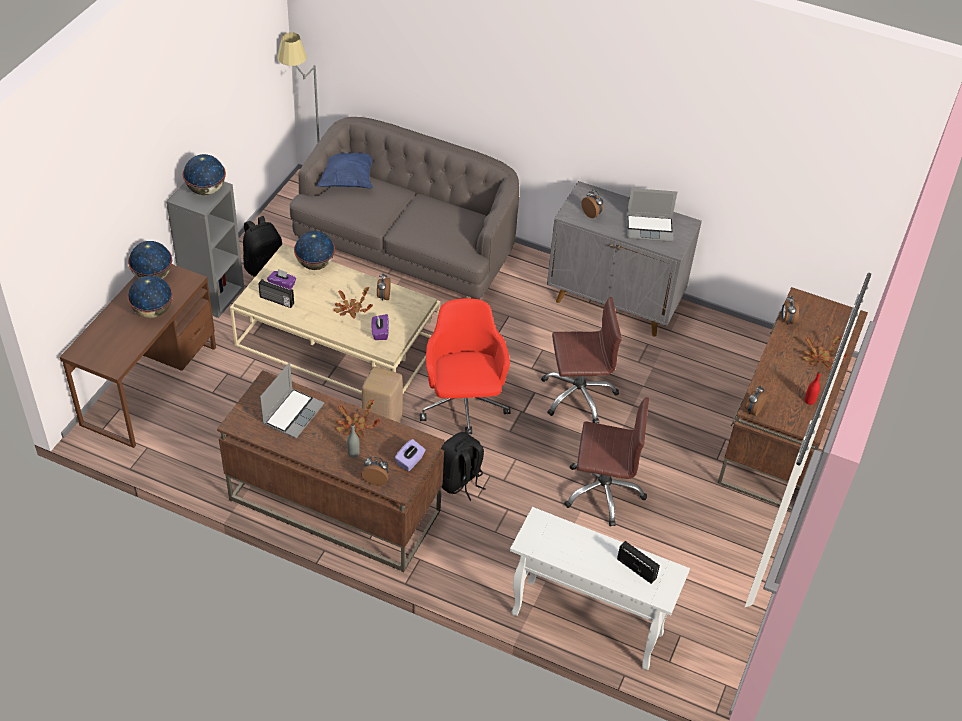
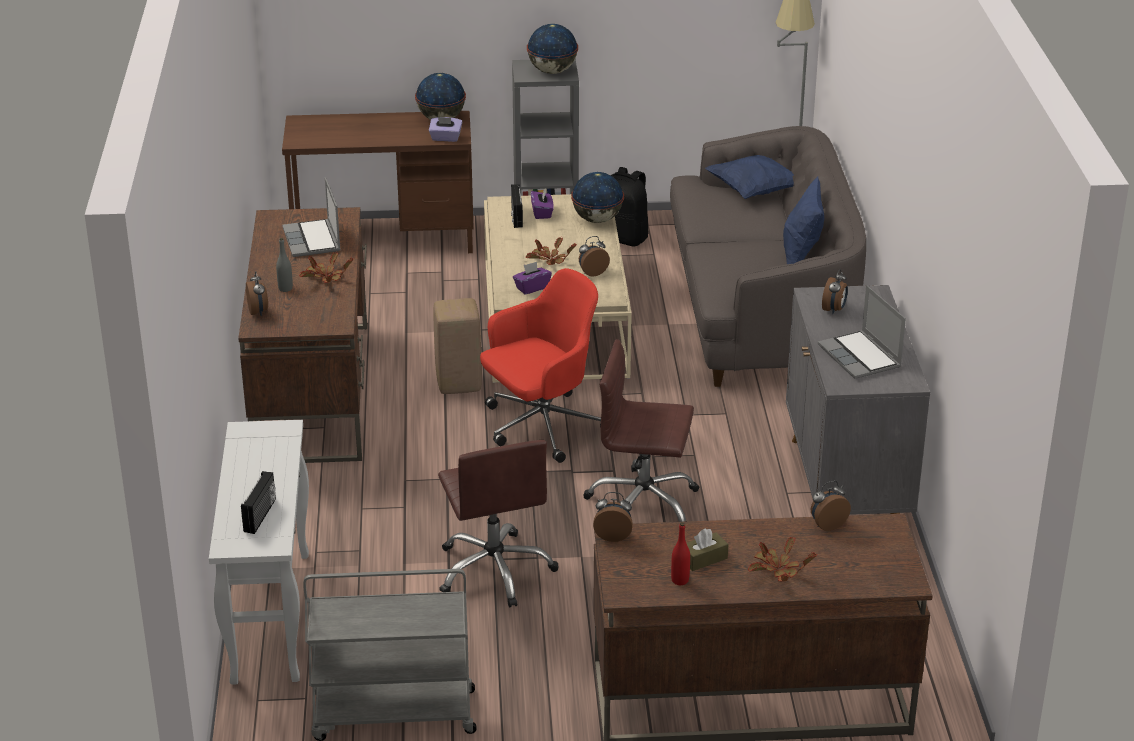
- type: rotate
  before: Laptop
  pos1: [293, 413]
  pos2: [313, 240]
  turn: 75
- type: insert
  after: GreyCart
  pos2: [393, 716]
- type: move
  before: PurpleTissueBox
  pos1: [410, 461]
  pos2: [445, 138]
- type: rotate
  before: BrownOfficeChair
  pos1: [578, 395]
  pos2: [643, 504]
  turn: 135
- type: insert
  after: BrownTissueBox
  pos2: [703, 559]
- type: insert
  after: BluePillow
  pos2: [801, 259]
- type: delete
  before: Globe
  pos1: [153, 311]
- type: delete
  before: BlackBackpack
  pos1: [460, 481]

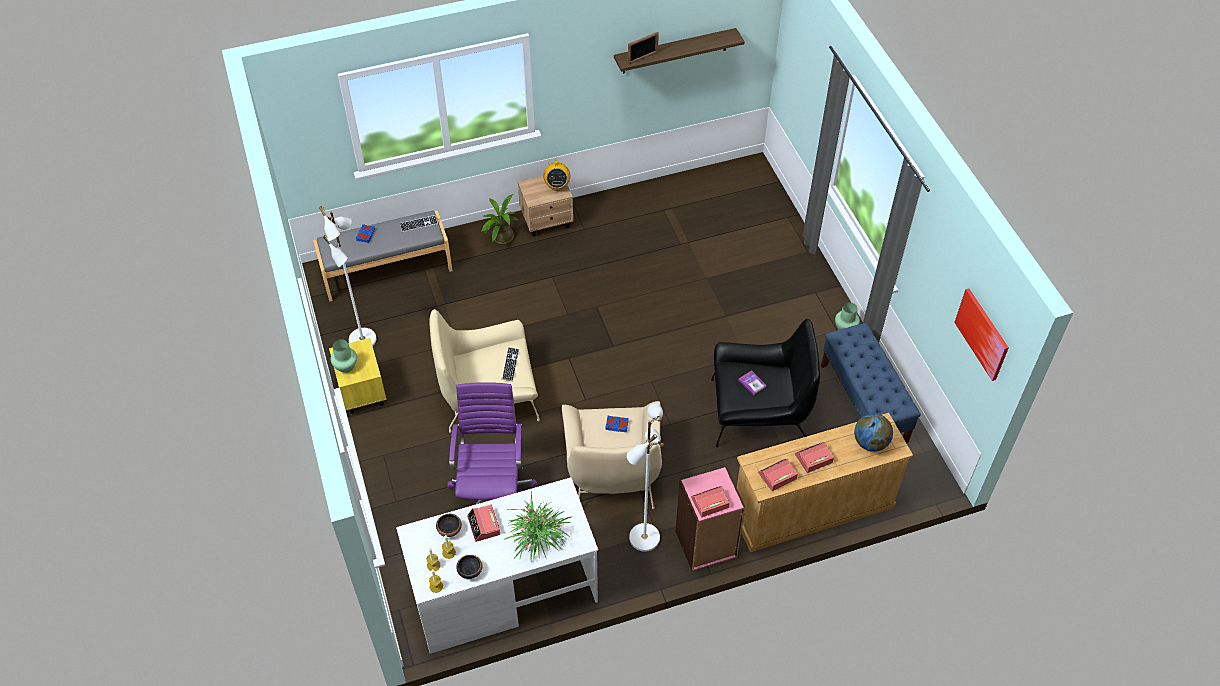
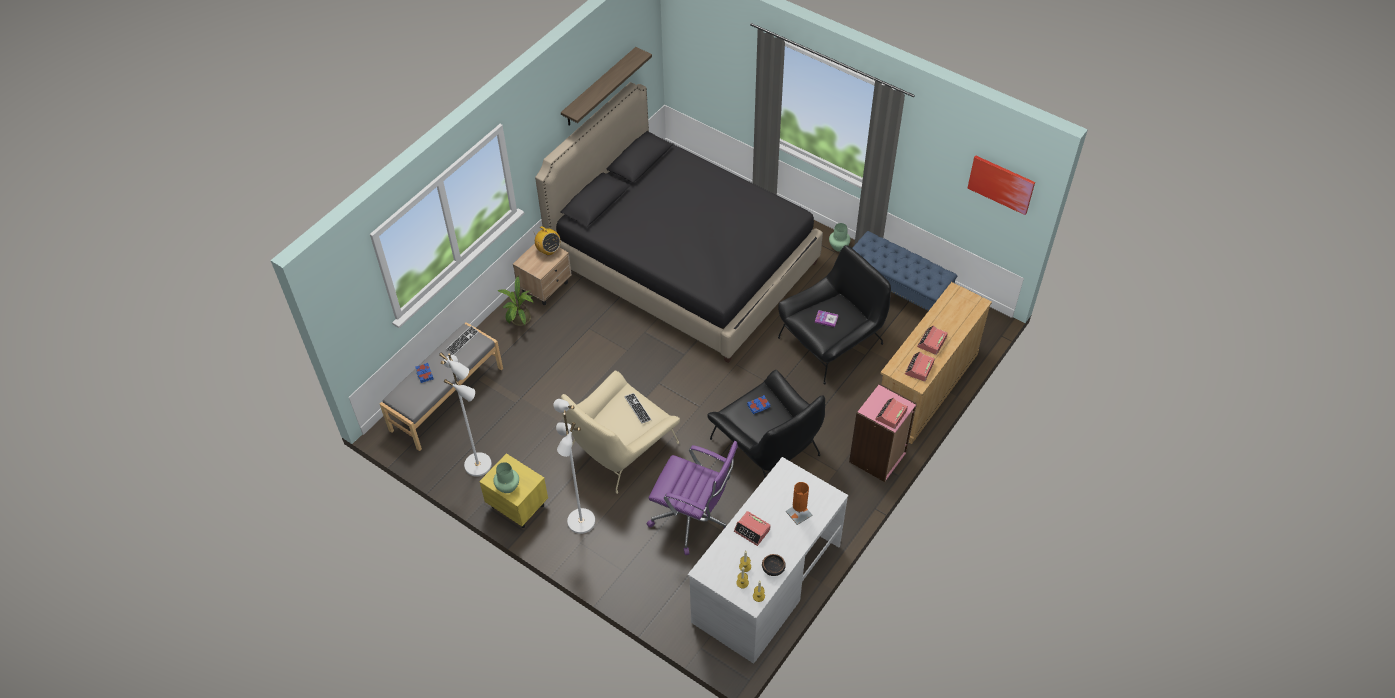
- type: insert
  after: BlackBed
  pos2: [683, 263]
- type: move
  before: WhiteFloorLamp
  pos1: [643, 537]
  pos2: [580, 521]
- type: rotate
  before: PurpleOfficeChair
  pos1: [492, 494]
  pos2: [693, 518]
  turn: 150
- type: recolor
  before: BeigeArmchair
  after: BlackArmchair
  pos1: [612, 470]
  pos2: [766, 446]
- type: replace
  before: PottedPlant
  after: OrangeTableLamp
  pos1: [538, 537]
  pos2: [799, 513]
- type: delete
  before: Bowl
  pos1: [450, 530]
- type: delete
  before: PictureFrame
  pos1: [643, 58]
- type: delete
  before: Globe
  pos1: [870, 443]

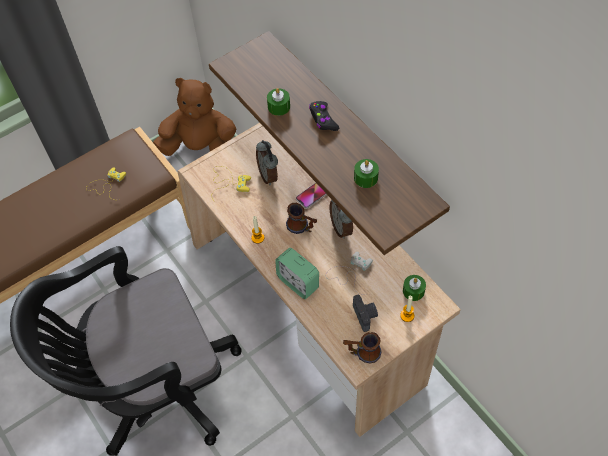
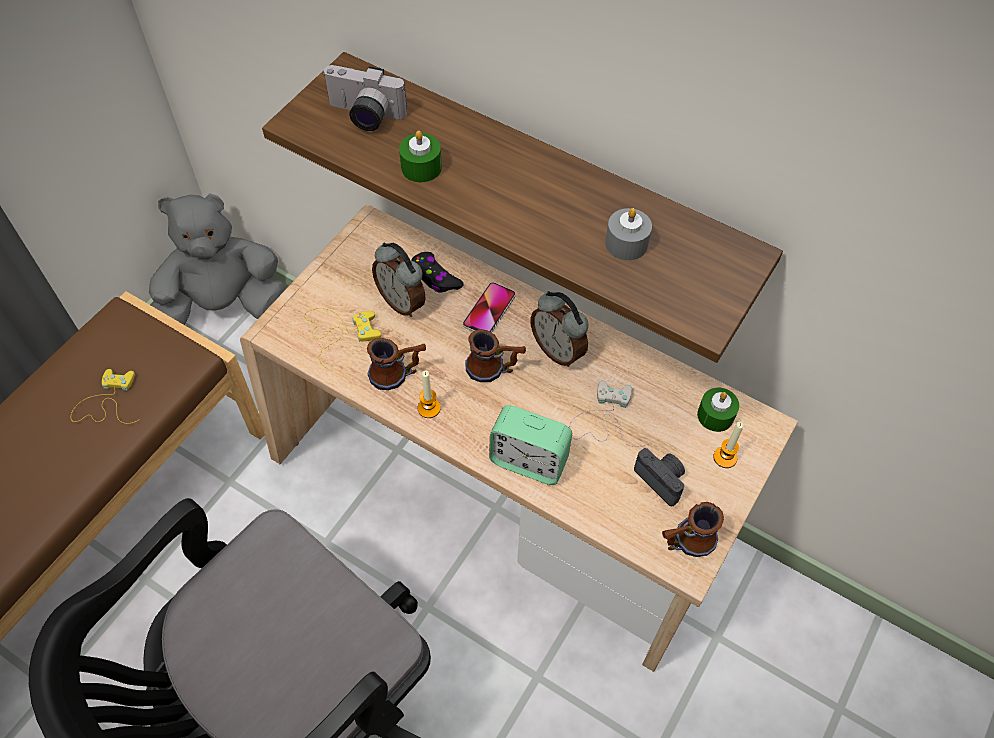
- type: recolor
  before: BrownPlushToy
  after: GreyPlushToy
  pos1: [201, 148]
  pos2: [223, 305]
- type: insert
  after: PhotoCamera
  pos2: [364, 116]
- type: insert
  after: Mug
  pos2: [398, 374]
- type: move
  before: BlackGameController
  pos1: [323, 119]
  pos2: [435, 277]
- type: recolor
  before: GreenCandle
  after: GreyCandle
  pos1: [366, 178]
  pos2: [626, 243]

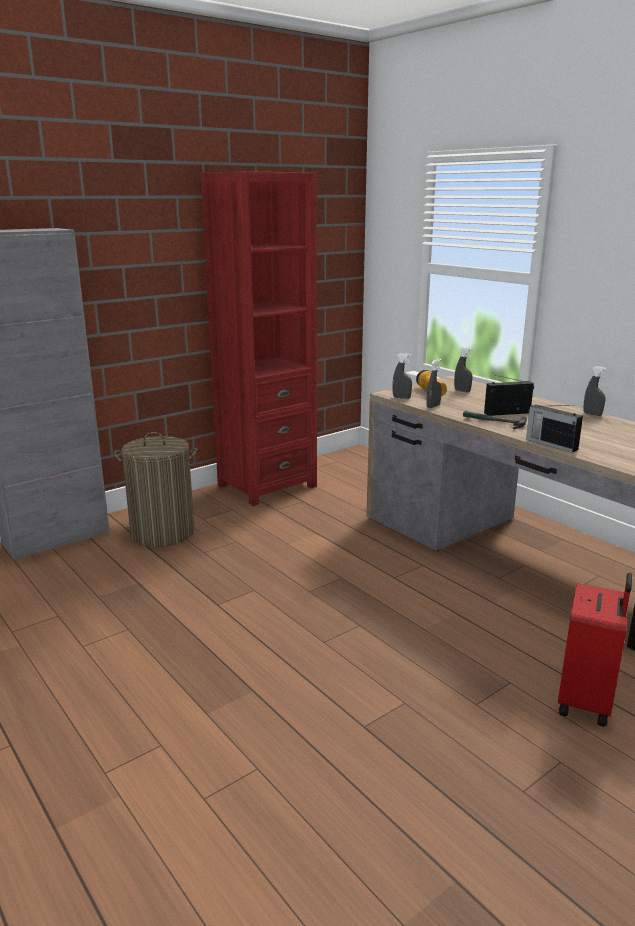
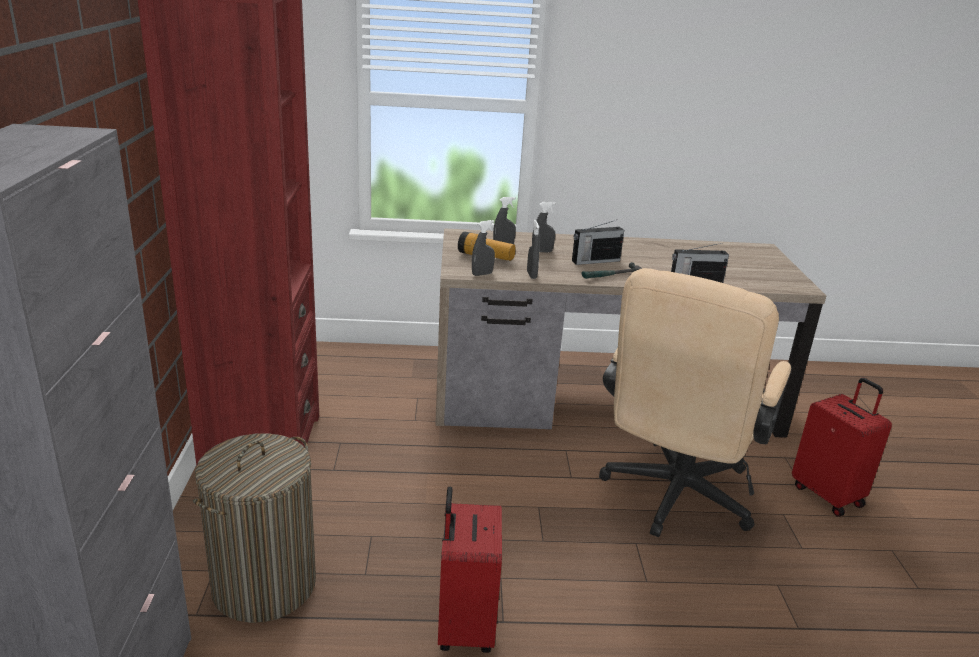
- type: insert
  after: RedSuitcase
  pos2: [463, 627]
- type: move
  before: GreySprayBottle
  pos1: [592, 414]
  pos2: [542, 251]
- type: rotate
  before: Radio
  pos1: [508, 413]
  pos2: [594, 261]
  turn: -135
- type: insert
  after: BeigeOfficeChair
  pos2: [673, 499]

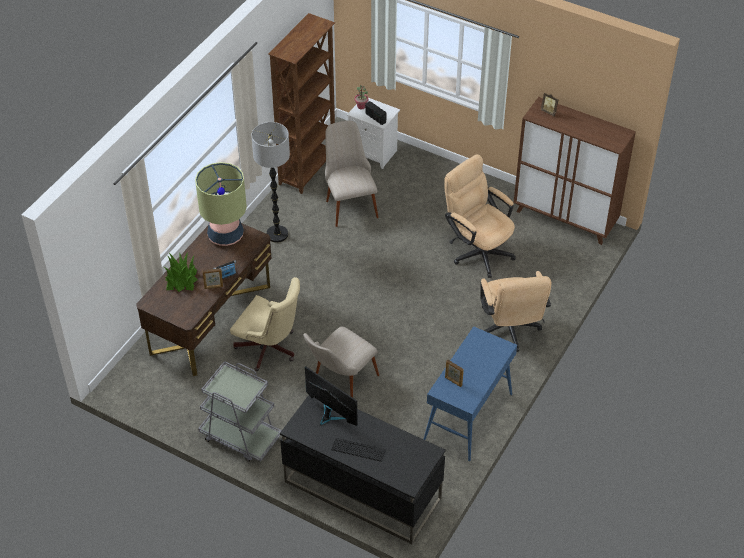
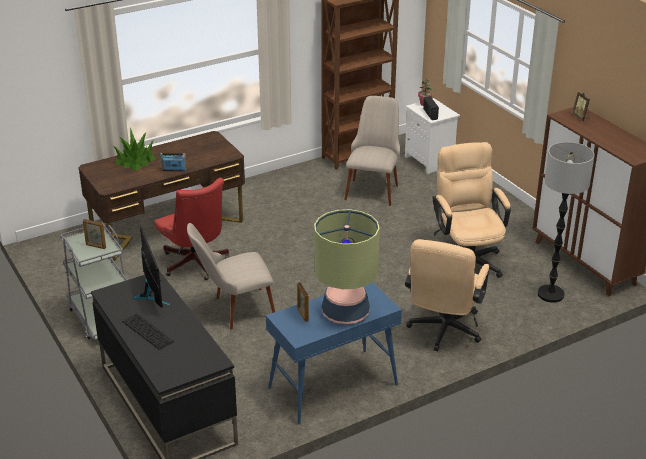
- type: move
  before: PictureFrame
  pos1: [213, 287]
  pos2: [95, 246]
- type: recolor
  before: BeigeOfficeChair
  after: RedOfficeChair
  pos1: [270, 349]
  pos2: [195, 265]
- type: move
  before: TableLamp
  pos1: [225, 235]
  pos2: [345, 313]
- type: move
  before: FloorLamp
  pos1: [277, 234]
  pos2: [550, 294]

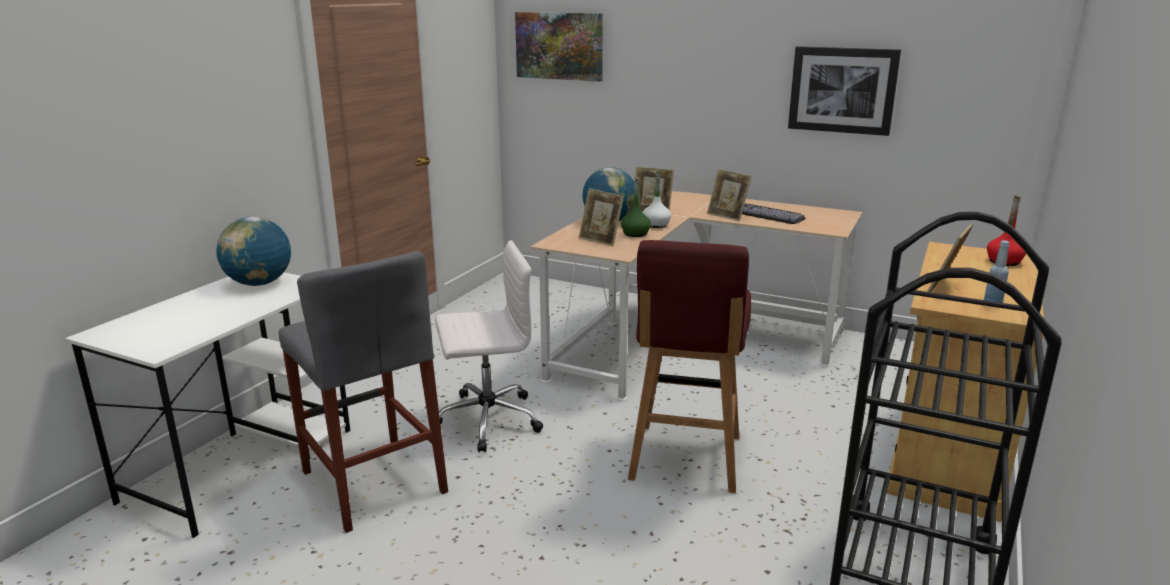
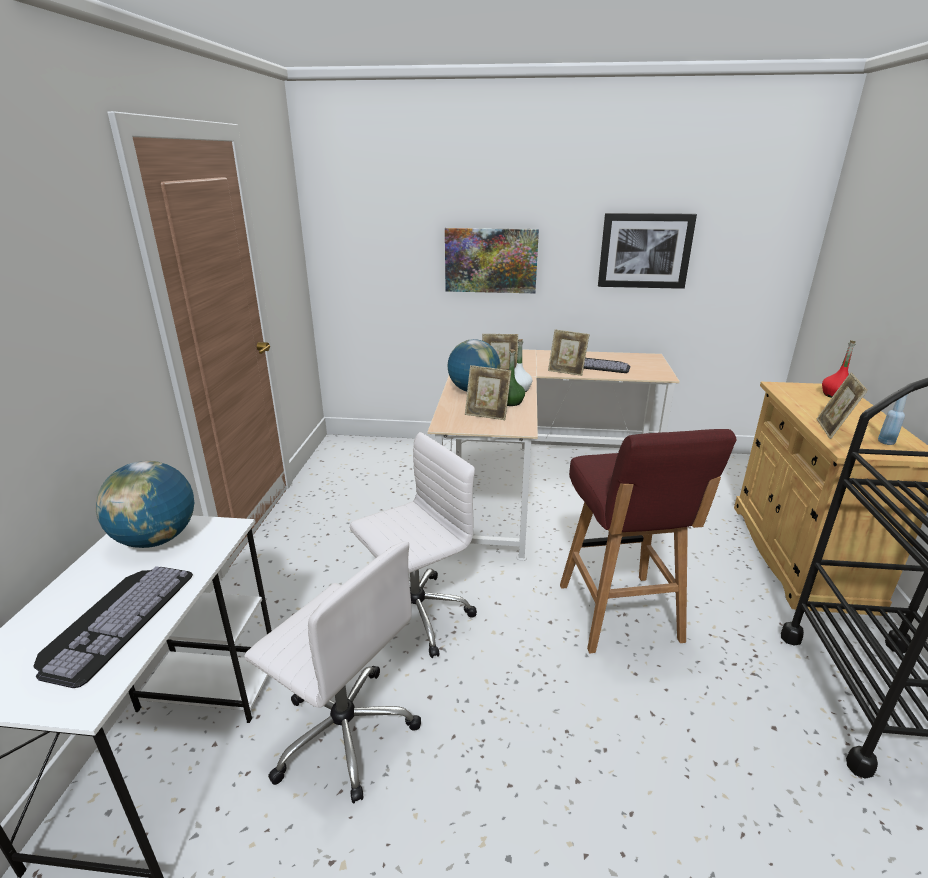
- type: insert
  after: Keyboard
  pos2: [115, 618]
- type: replace
  before: GreyStool
  after: WhiteOfficeChair
  pos1: [373, 482]
  pos2: [344, 731]
- type: move
  before: Picture
  pos1: [559, 46]
  pos2: [491, 260]

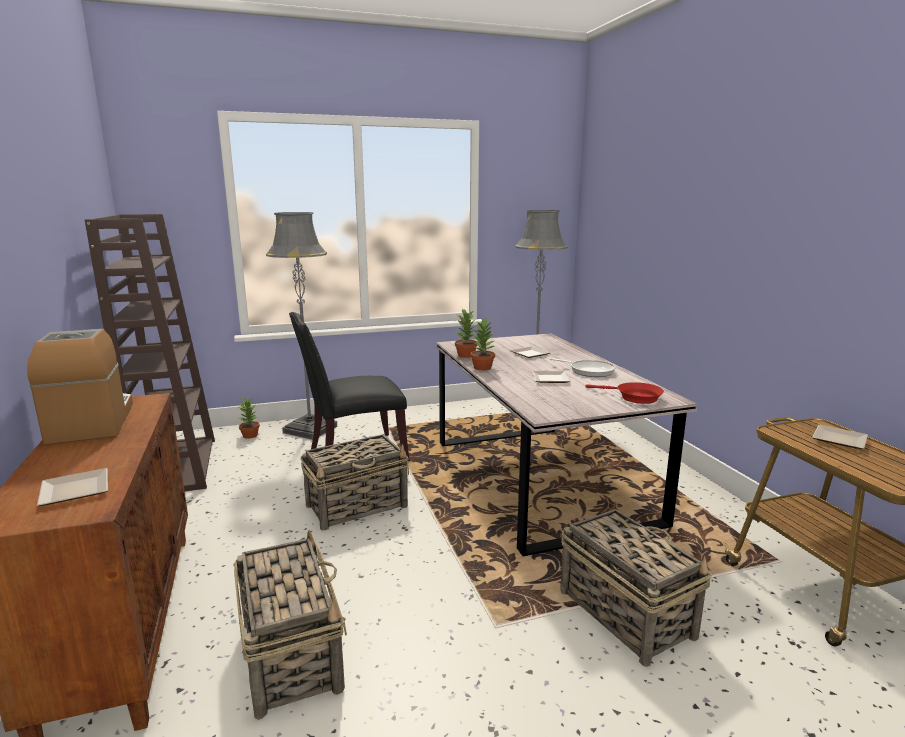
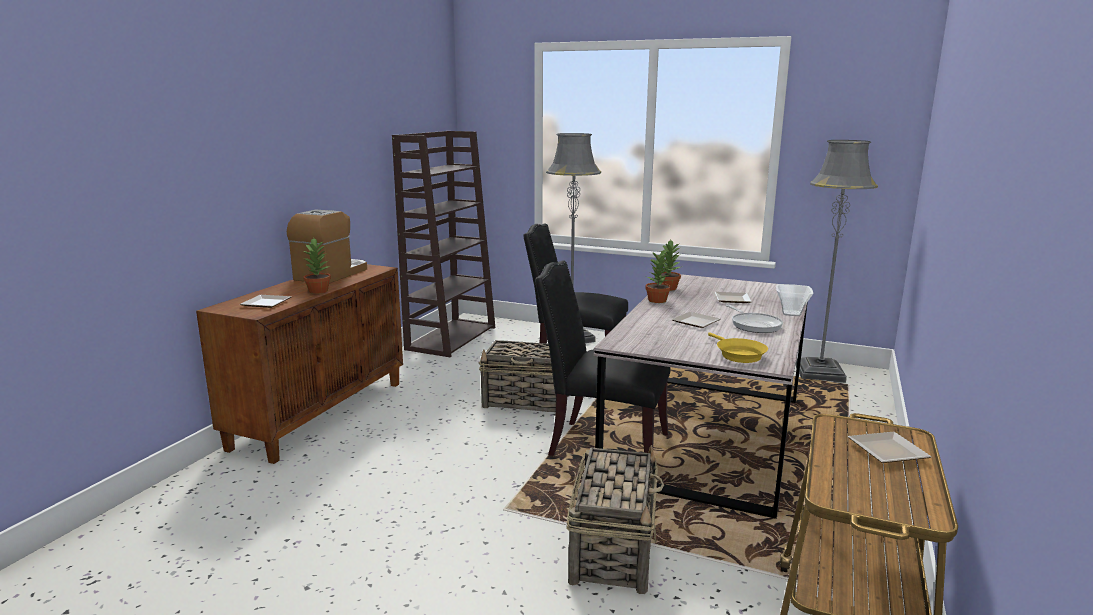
- type: move
  before: PottedPlant
  pos1: [250, 435]
  pos2: [319, 291]
- type: insert
  after: BlackChair
  pos2: [603, 445]
- type: recolor
  before: RedFryingPan
  after: YellowFryingPan
  pos1: [634, 397]
  pos2: [738, 354]
- type: insert
  after: Bowl
  pos2: [790, 313]
- type: delete
  before: Basket
  pos1: [291, 654]

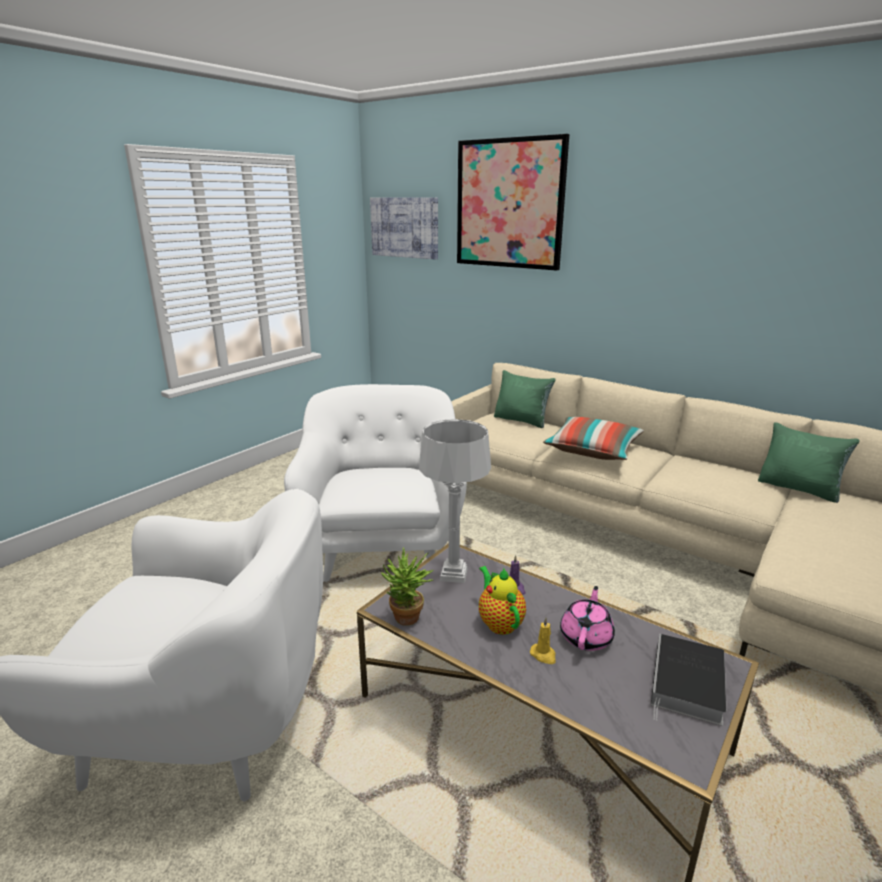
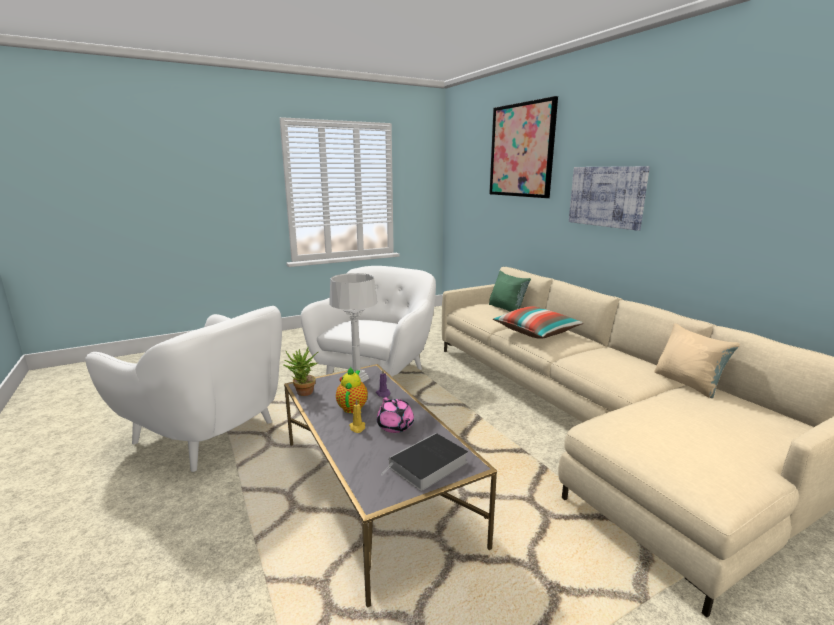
- type: rotate
  before: PinkTeapot
  pos1: [586, 637]
  pos2: [395, 426]
  turn: 105
- type: move
  before: Picture
  pos1: [404, 227]
  pos2: [606, 196]
- type: recolor
  before: GreenPillow
  after: BeigePillow
  pos1: [799, 489]
  pos2: [688, 383]

